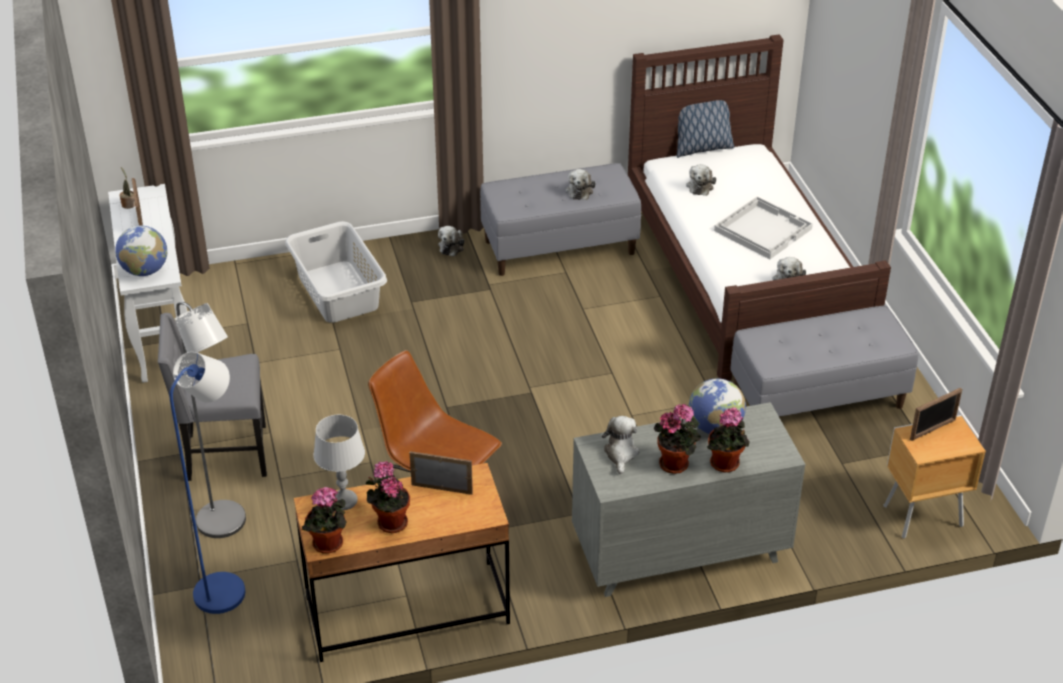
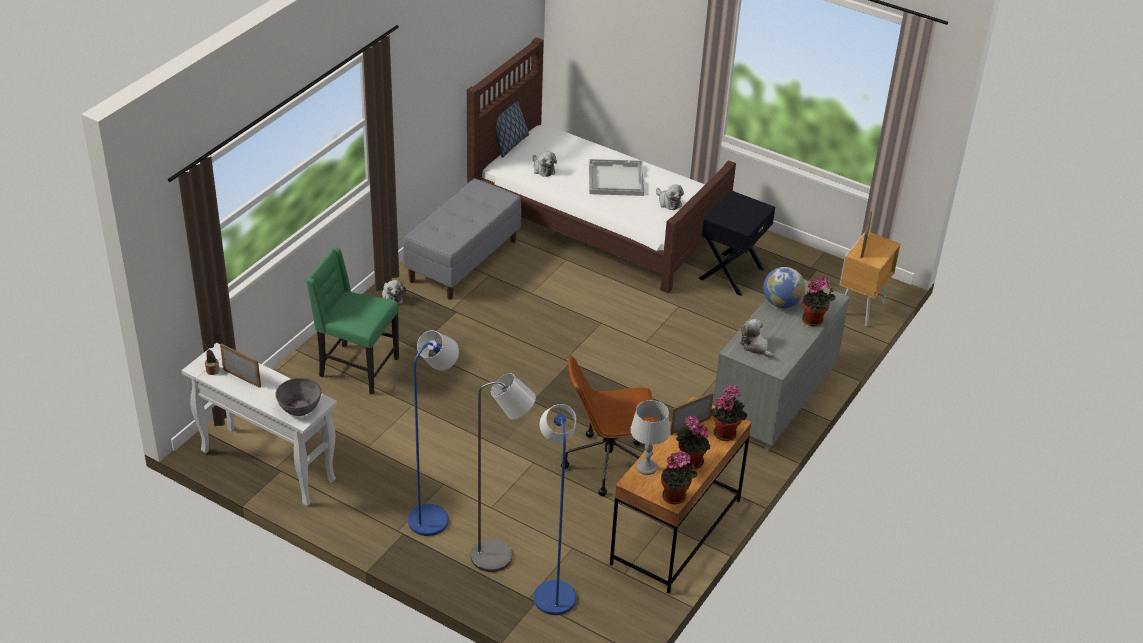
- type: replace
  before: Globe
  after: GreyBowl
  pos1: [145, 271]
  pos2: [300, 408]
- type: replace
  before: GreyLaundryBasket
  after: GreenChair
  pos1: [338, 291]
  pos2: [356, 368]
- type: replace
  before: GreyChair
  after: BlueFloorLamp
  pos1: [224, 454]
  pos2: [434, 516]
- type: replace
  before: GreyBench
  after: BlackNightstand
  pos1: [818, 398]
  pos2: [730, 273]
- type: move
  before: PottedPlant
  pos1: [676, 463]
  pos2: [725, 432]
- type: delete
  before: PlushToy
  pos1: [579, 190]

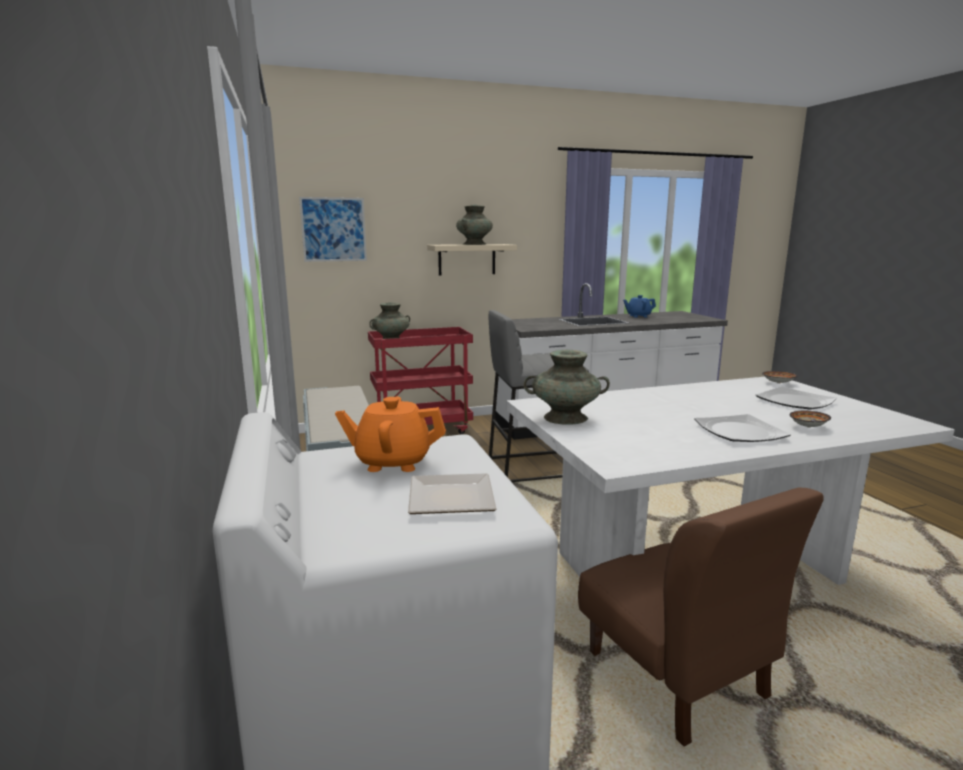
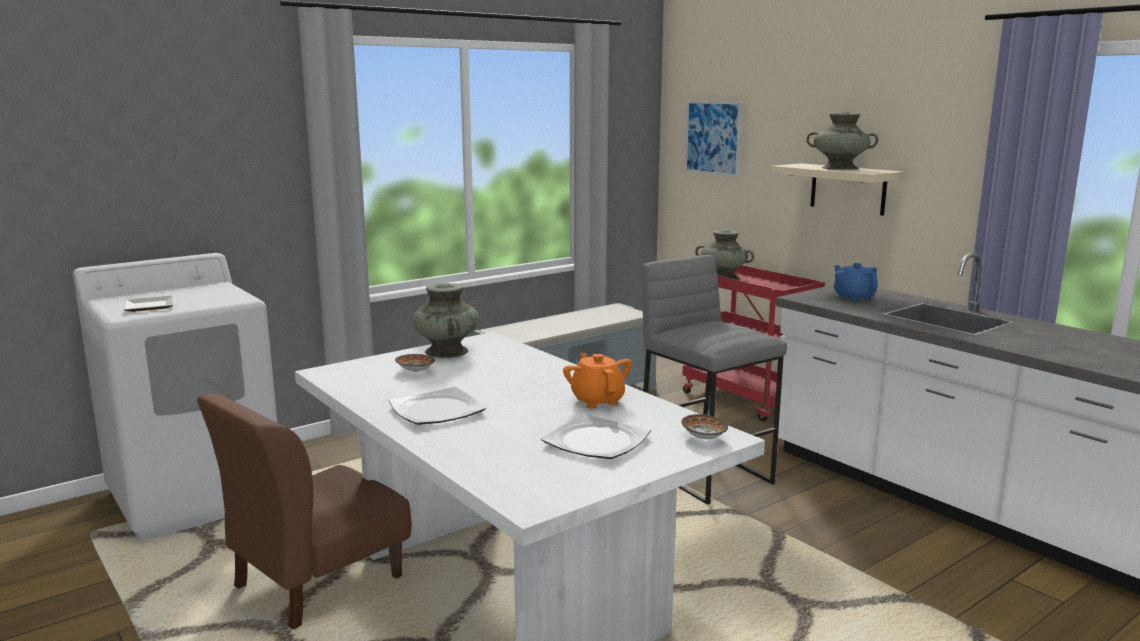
- type: move
  before: Bowl
  pos1: [809, 427]
  pos2: [415, 371]
- type: move
  before: OrangeTeapot
  pos1: [392, 462]
  pos2: [597, 401]
- type: move
  before: BlueTeapot
  pos1: [638, 316]
  pos2: [853, 298]

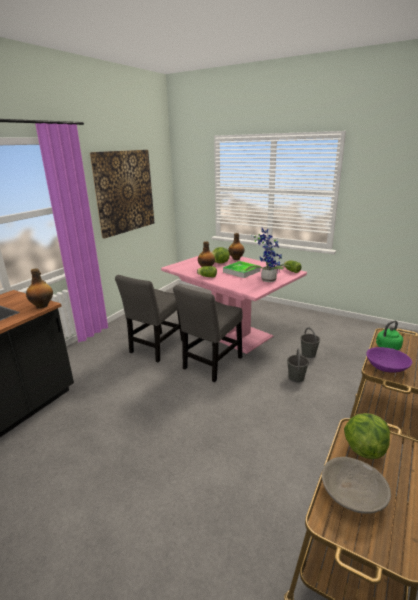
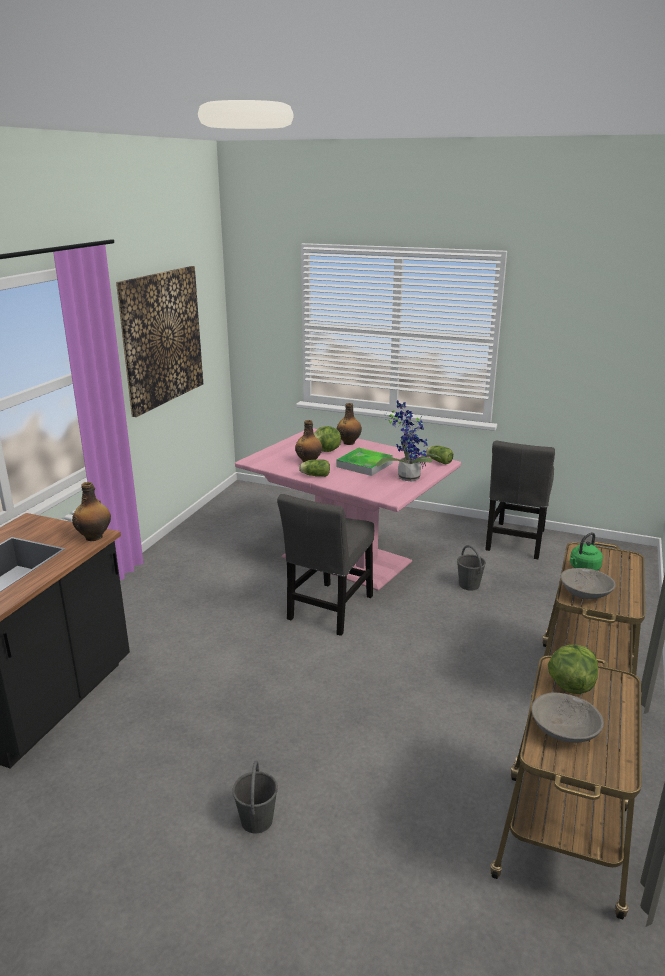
- type: move
  before: GreyBucket
  pos1: [296, 377]
  pos2: [257, 820]
- type: move
  before: GreyChair
  pos1: [156, 348]
  pos2: [515, 542]
- type: recolor
  before: PurpleBowl
  after: GreyBowl
  pos1: [386, 367]
  pos2: [585, 593]

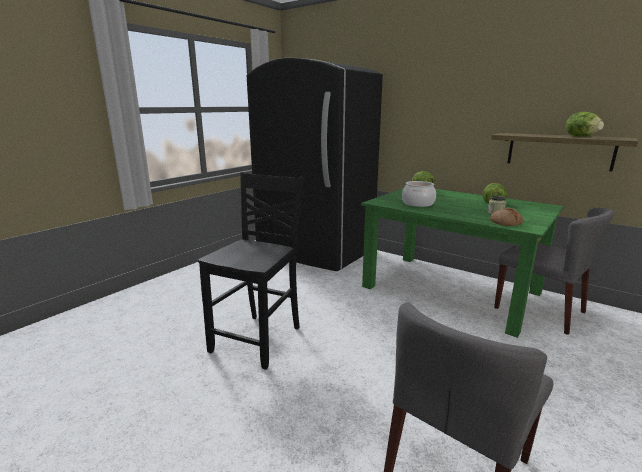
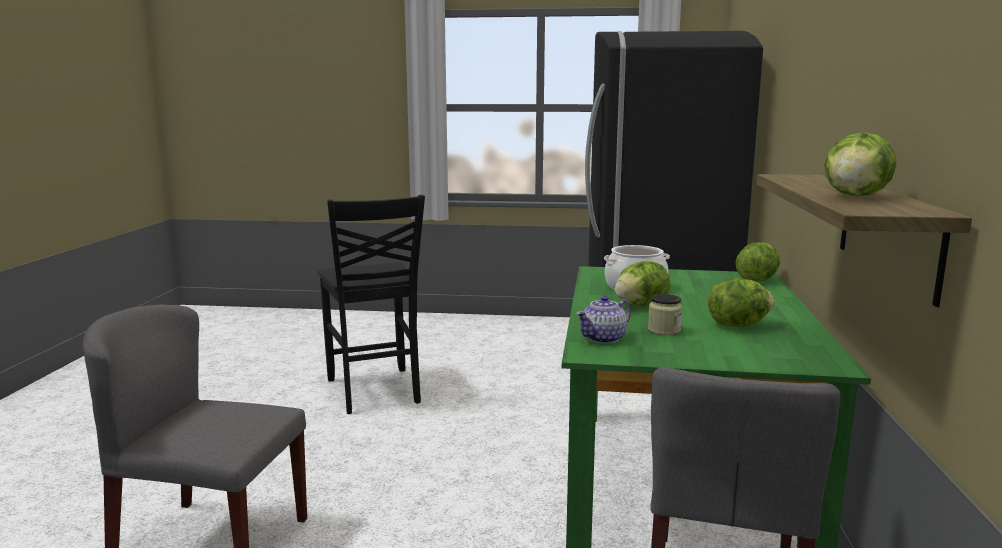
- type: rotate
  before: BlackChair
  pos1: [259, 339]
  pos2: [374, 392]
  turn: 75
- type: replace
  before: Bread
  after: Teapot
  pos1: [505, 223]
  pos2: [604, 338]
- type: insert
  after: Lettuce
  pos2: [640, 305]

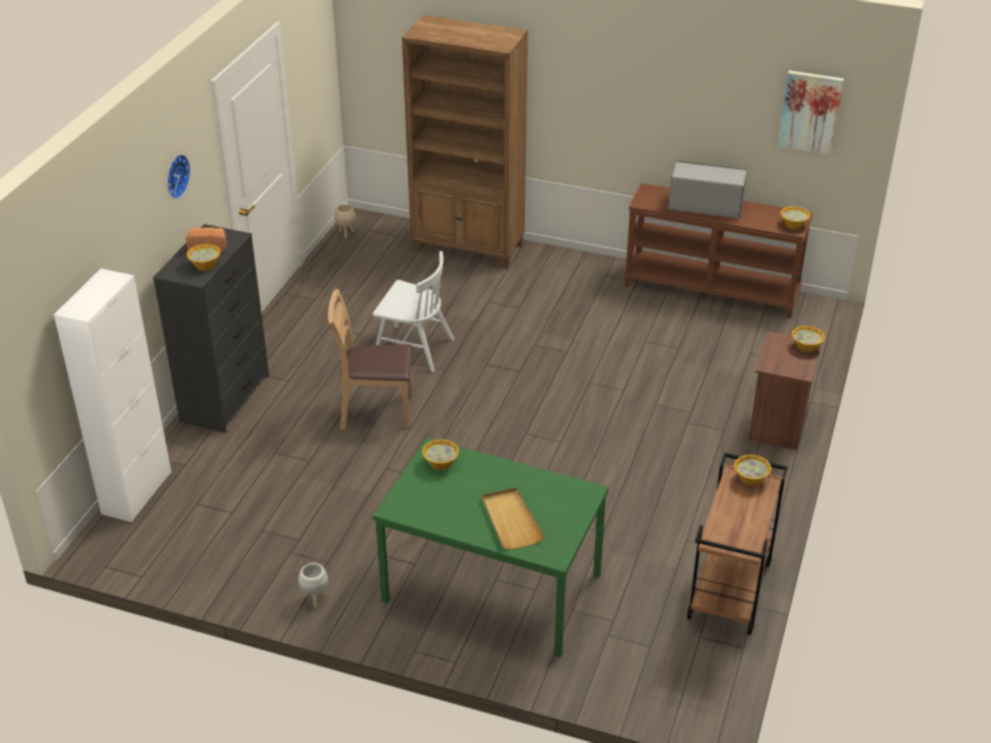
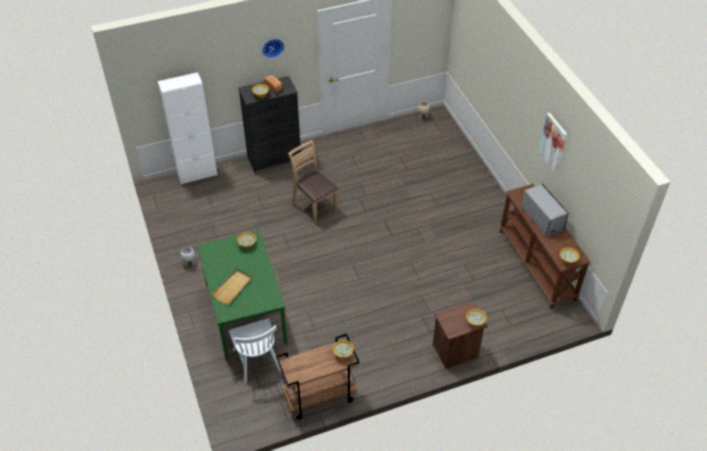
- type: move
  before: WhiteChair
  pos1: [413, 349]
  pos2: [257, 360]
- type: move
  before: Picture
  pos1: [810, 112]
  pos2: [553, 142]
- type: delete
  before: BrownBookcase
  pos1: [468, 247]

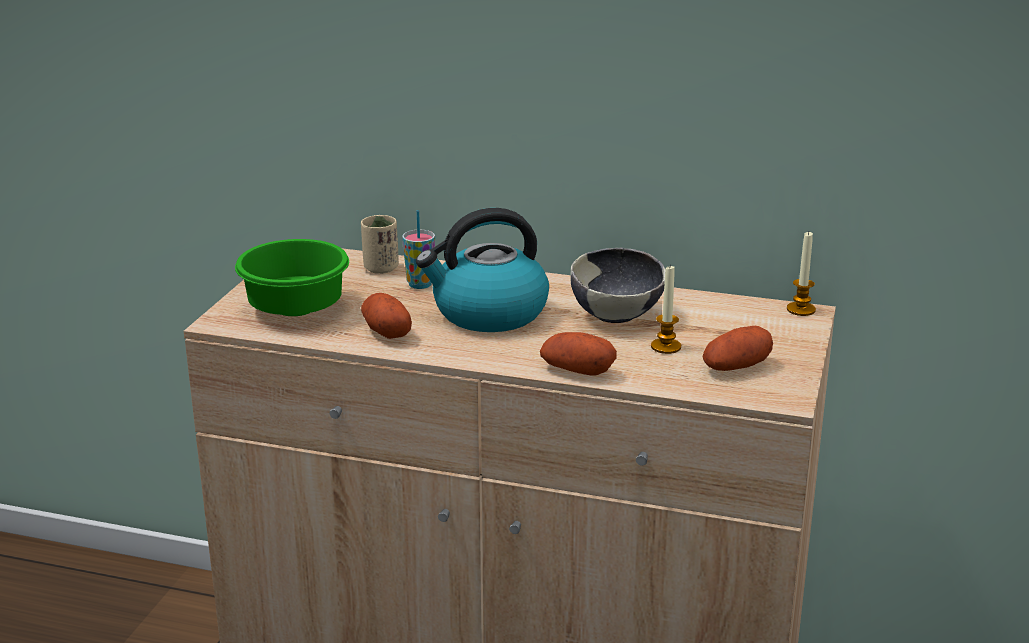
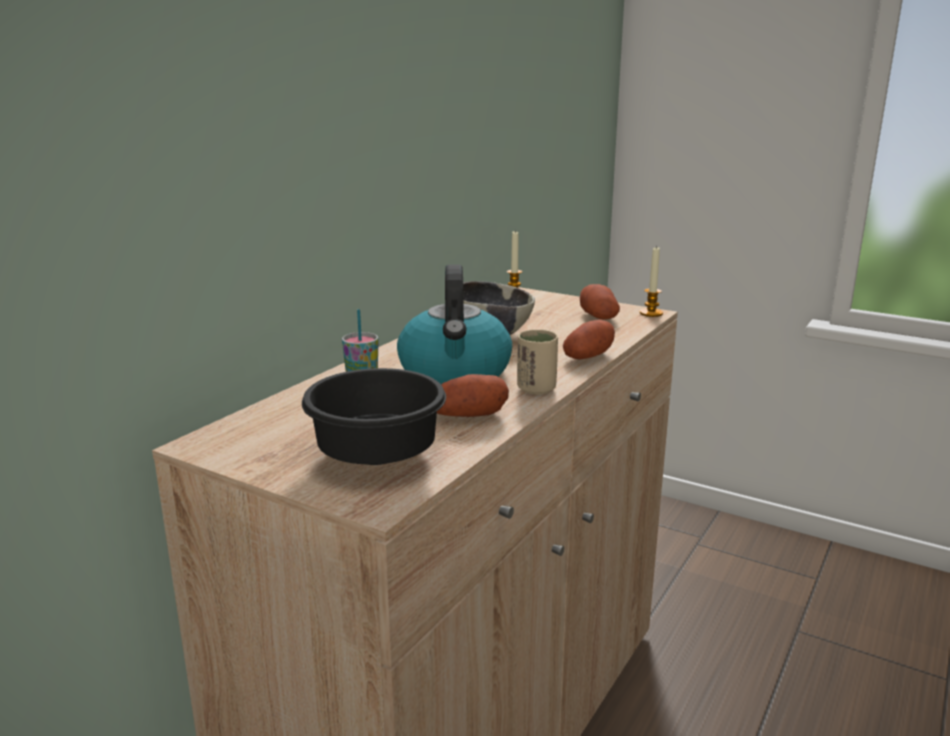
- type: recolor
  before: GreenBowl
  after: BlackBowl
  pos1: [294, 311]
  pos2: [381, 457]
- type: move
  before: BeigeCup
  pos1: [381, 268]
  pos2: [536, 389]
- type: move
  before: Candle
  pos1: [666, 347]
  pos2: [651, 313]

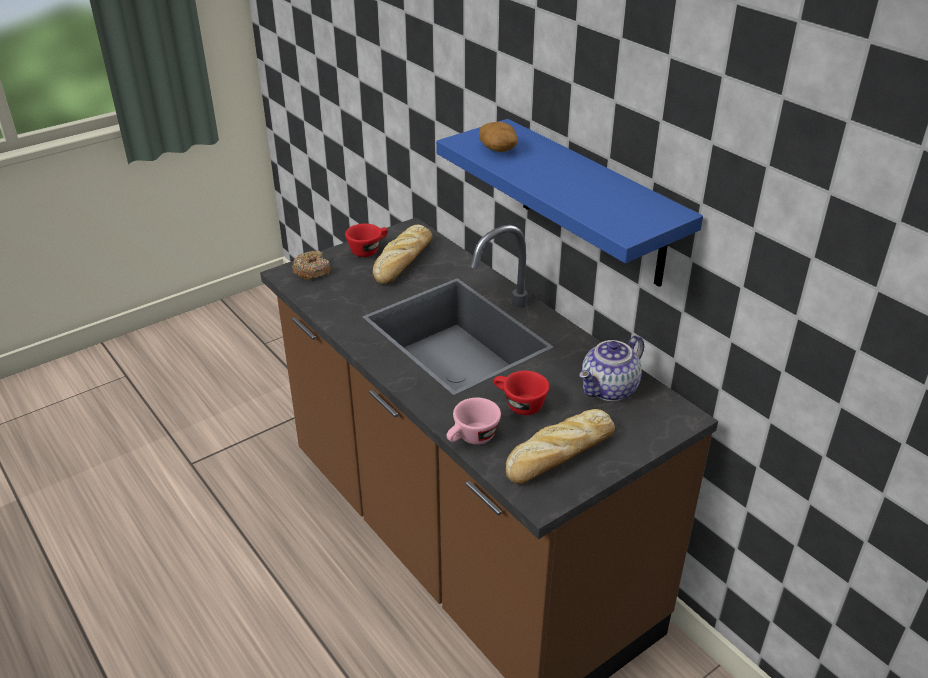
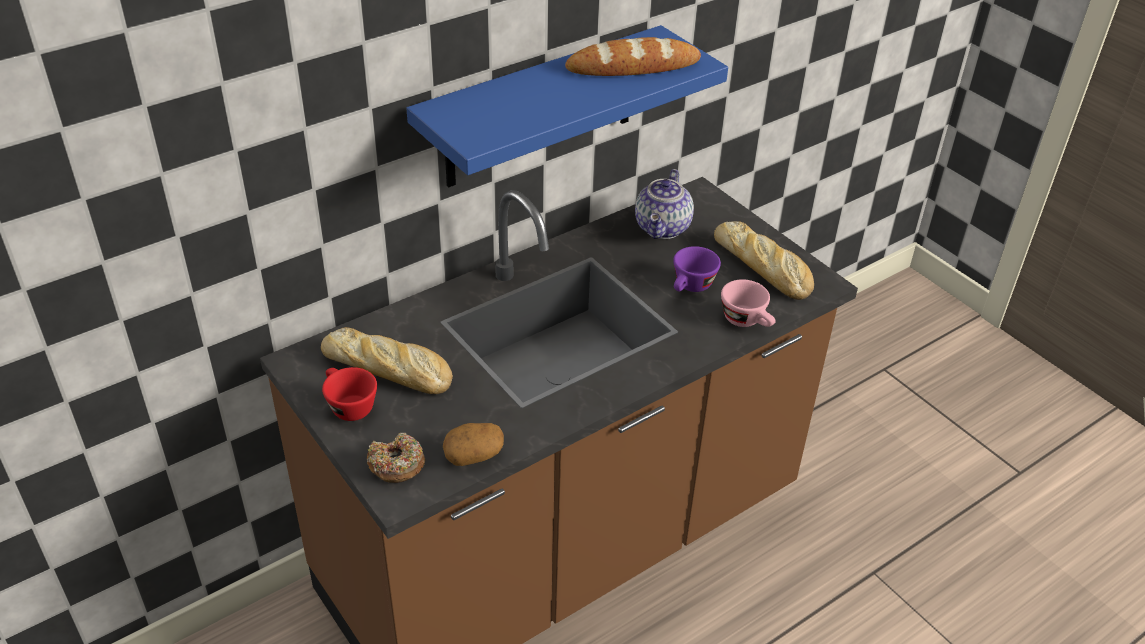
- type: move
  before: Potato
  pos1: [498, 149]
  pos2: [474, 454]
- type: insert
  after: Bread
  pos2: [633, 66]
- type: rotate
  before: Teapot
  pos1: [610, 390]
  pos2: [663, 228]
  turn: 60
- type: recolor
  before: RedCup
  after: PurpleCup
  pos1: [518, 404]
  pos2: [691, 287]

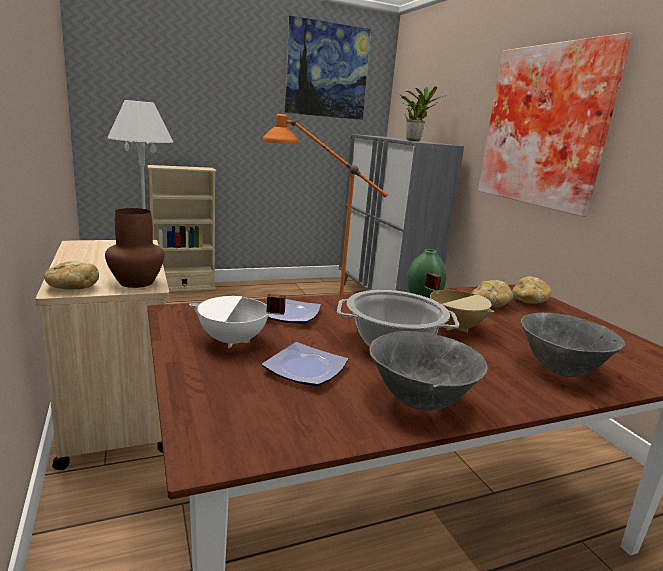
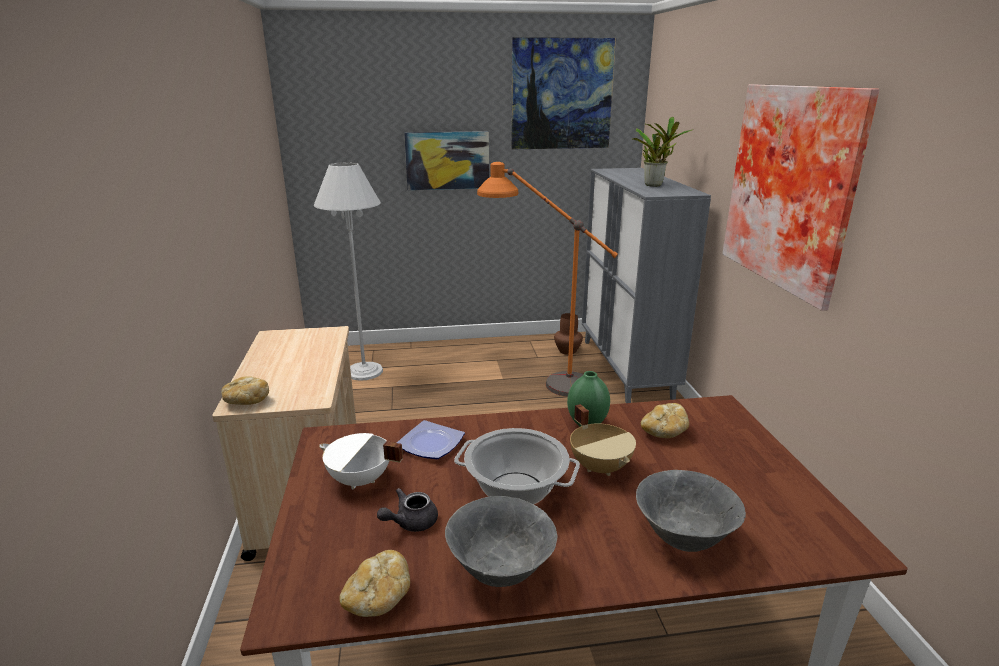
- type: move
  before: Bread
  pos1: [528, 301]
  pos2: [378, 598]
- type: replace
  before: Plate
  after: GreyTeapot
  pos1: [306, 370]
  pos2: [410, 522]
- type: insert
  after: Picture
  pos2: [447, 160]
- type: move
  before: BrownVase
  pos1: [137, 282]
  pos2: [568, 351]
- type: delete
  before: BeigeBookcase
  pos1: [183, 288]

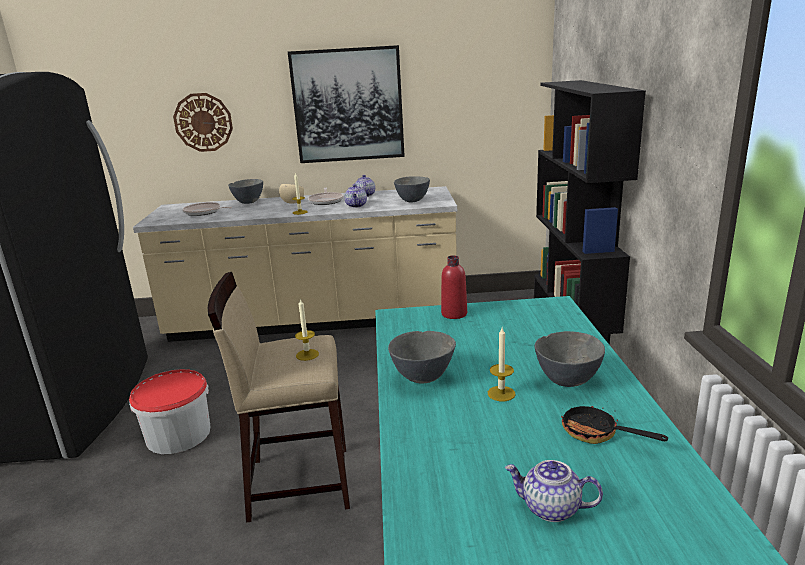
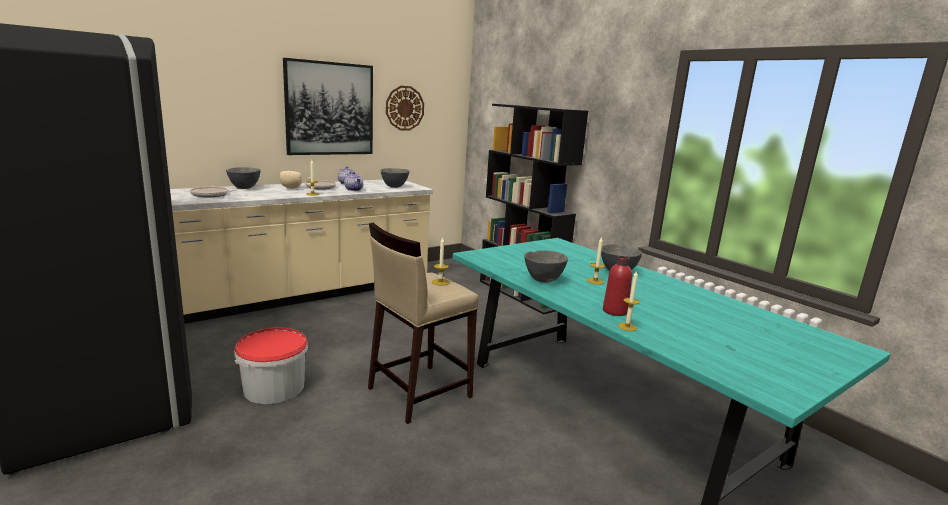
- type: move
  before: WallClock
  pos1: [203, 122]
  pos2: [404, 108]
- type: move
  before: RedBottle
  pos1: [454, 314]
  pos2: [615, 311]
- type: insert
  after: Candle
  pos2: [627, 327]
- type: delete
  before: Teapot
  pos1: [550, 508]
- type: delete
  before: FryingPan
  pos1: [597, 434]

